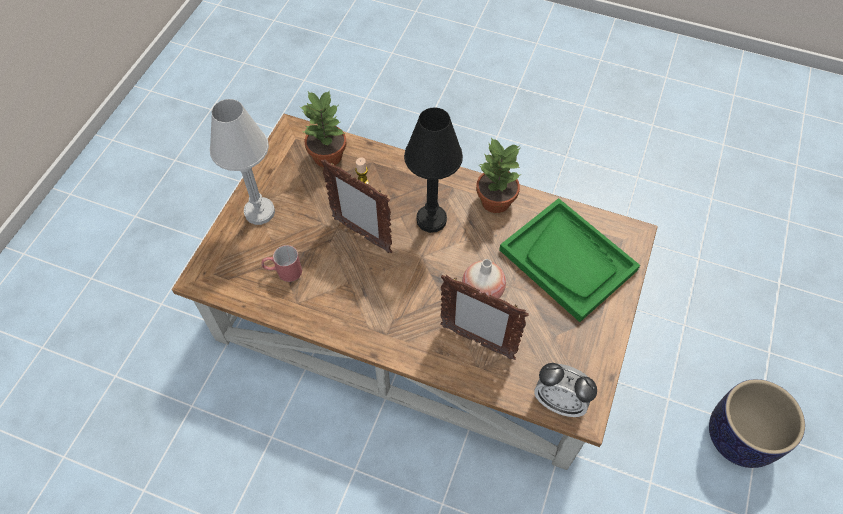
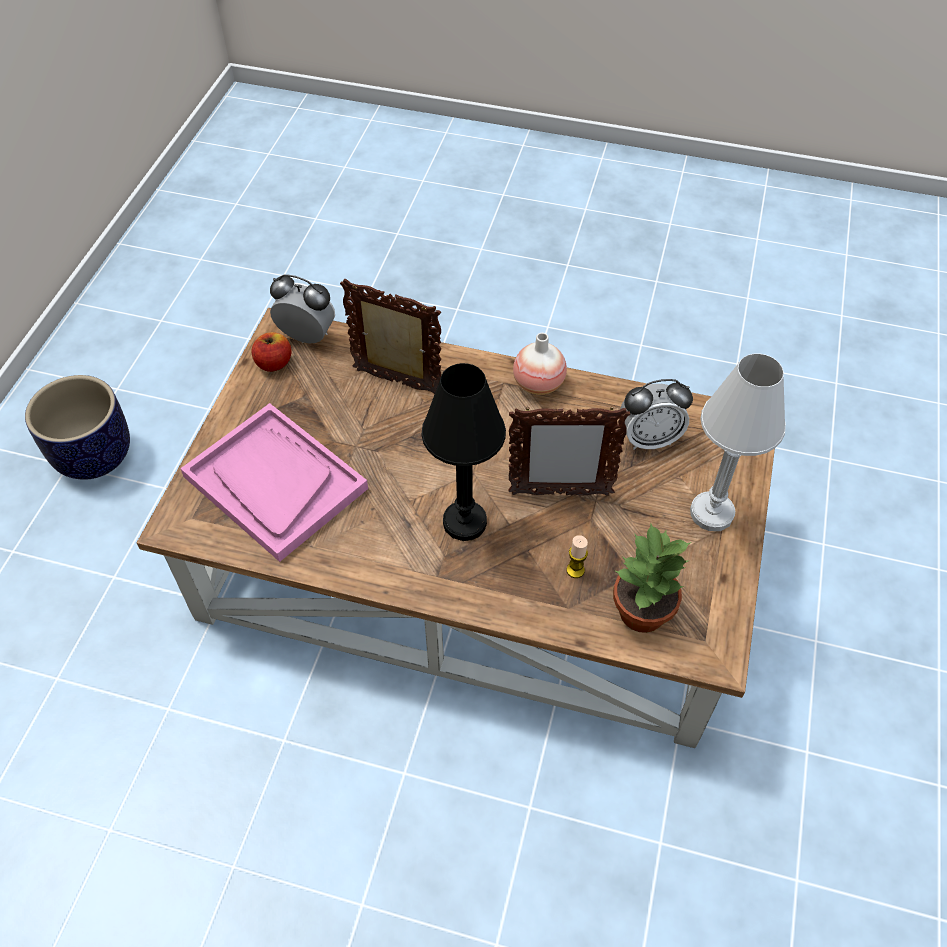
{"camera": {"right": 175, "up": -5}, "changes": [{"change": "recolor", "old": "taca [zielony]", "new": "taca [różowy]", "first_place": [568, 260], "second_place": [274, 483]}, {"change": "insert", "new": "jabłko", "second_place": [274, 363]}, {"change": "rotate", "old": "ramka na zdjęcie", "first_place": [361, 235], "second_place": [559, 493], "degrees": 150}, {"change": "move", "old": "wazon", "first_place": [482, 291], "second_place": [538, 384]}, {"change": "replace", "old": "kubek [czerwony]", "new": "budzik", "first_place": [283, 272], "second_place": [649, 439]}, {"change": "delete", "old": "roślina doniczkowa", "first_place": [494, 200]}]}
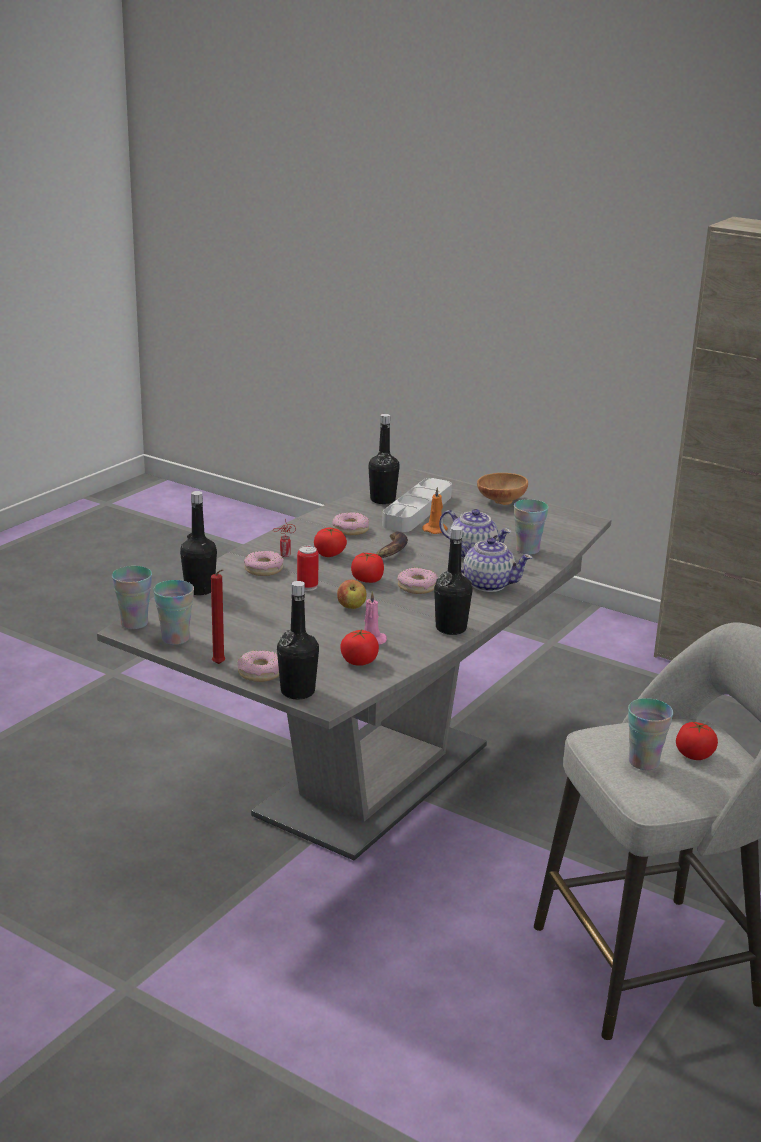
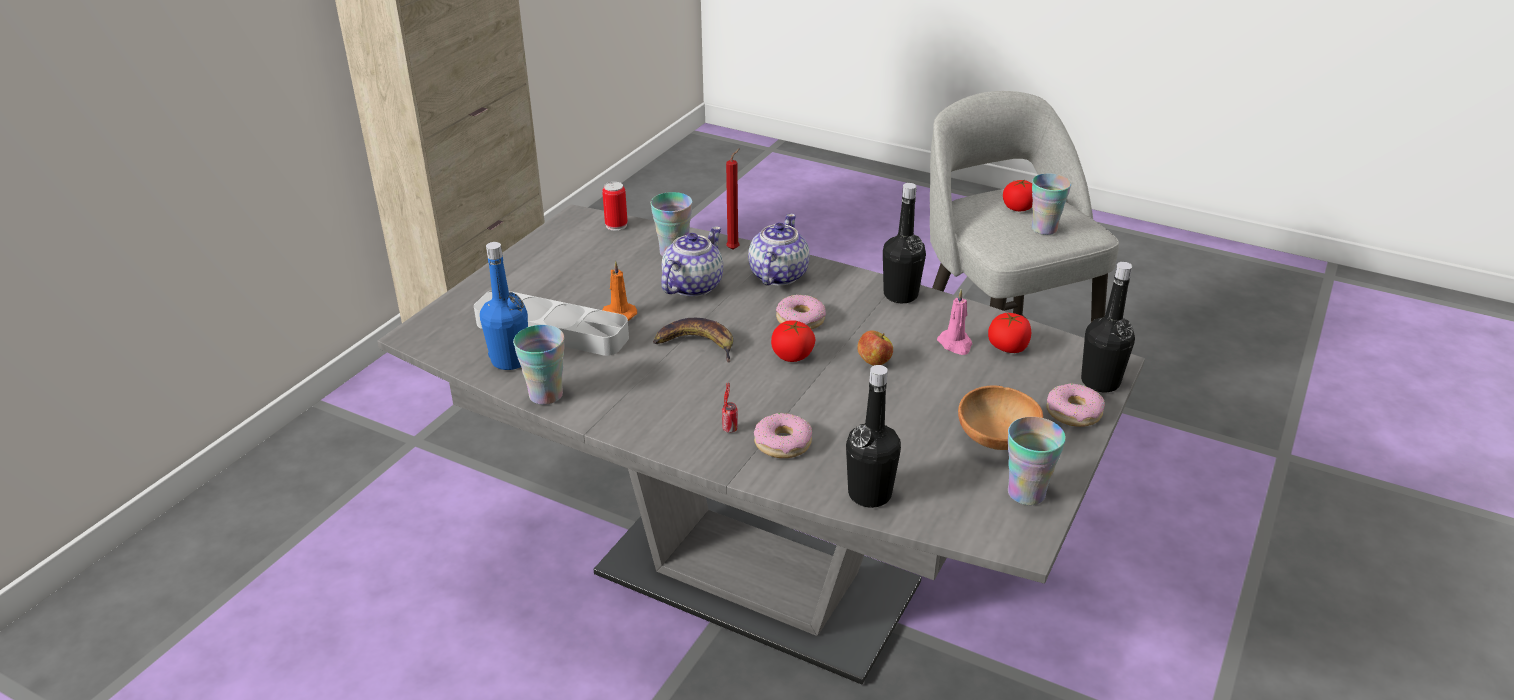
{"camera": {"right": -95, "up": 10}, "changes": [{"change": "recolor", "old": "butelka [czarny]", "new": "butelka [niebieski]", "first_place": [382, 500], "second_place": [510, 360]}, {"change": "move", "old": "filiżanka", "first_place": [134, 623], "second_place": [546, 395]}, {"change": "move", "old": "puszka", "first_place": [307, 586], "second_place": [616, 225]}, {"change": "move", "old": "świeca [czerwony]", "first_place": [220, 665], "second_place": [734, 249]}, {"change": "move", "old": "miska [brązowy]", "first_place": [500, 501], "second_place": [996, 441]}, {"change": "delete", "old": "pomidor", "first_place": [329, 554]}, {"change": "delete", "old": "donut", "first_place": [351, 529]}]}
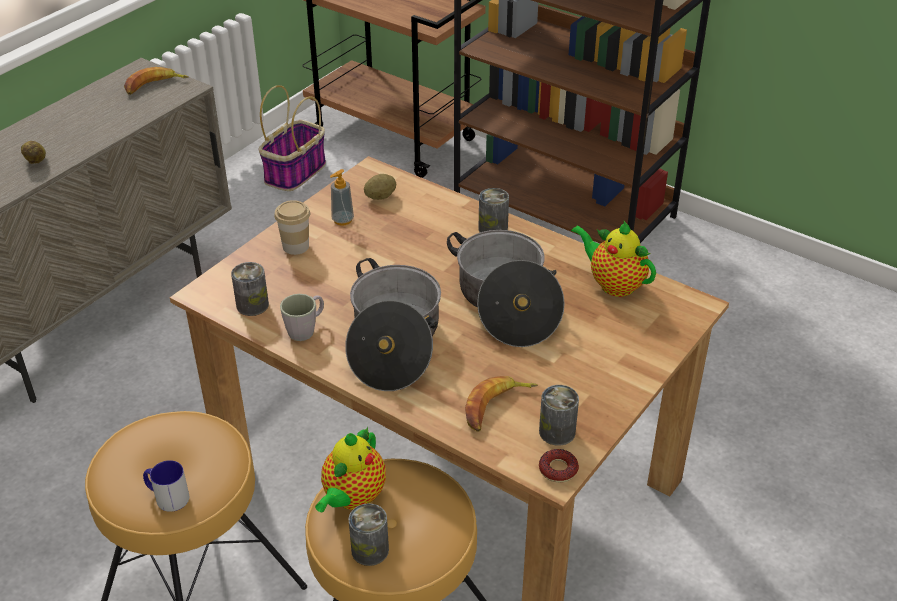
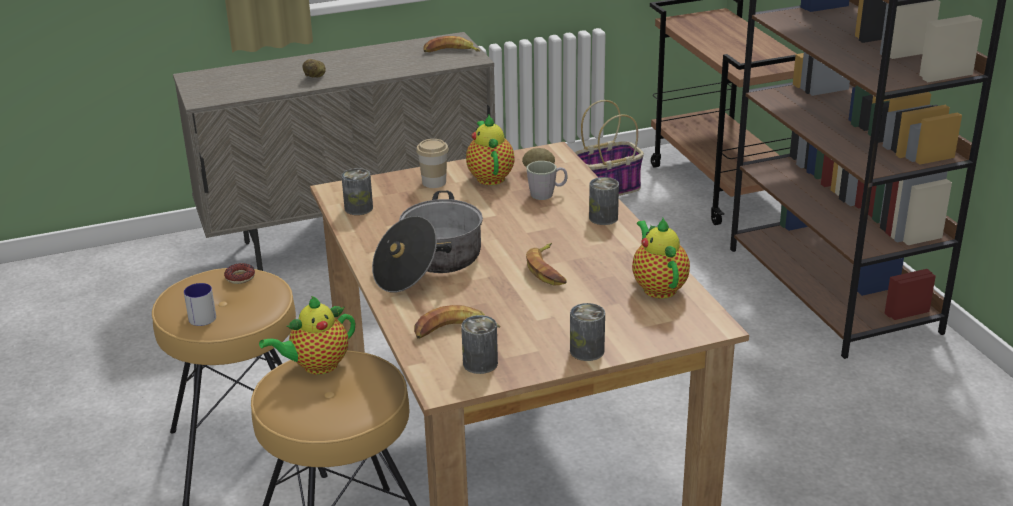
{"camera": {"right": 35, "up": -10}, "changes": [{"change": "move", "old": "donut", "first_place": [558, 469], "second_place": [240, 277]}, {"change": "replace", "old": "dozownik mydła", "new": "imbryk", "first_place": [342, 220], "second_place": [490, 176]}, {"change": "replace", "old": "garnek", "new": "banan", "first_place": [506, 304], "second_place": [548, 270]}, {"change": "move", "old": "kubek [szary]", "first_place": [306, 329], "second_place": [547, 194]}, {"change": "move", "old": "puszka", "first_place": [370, 550], "second_place": [587, 351]}]}
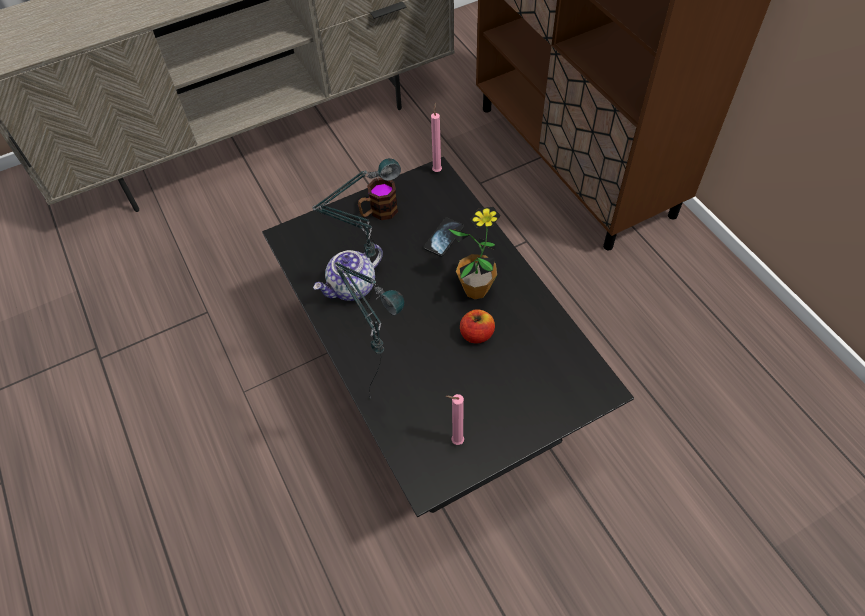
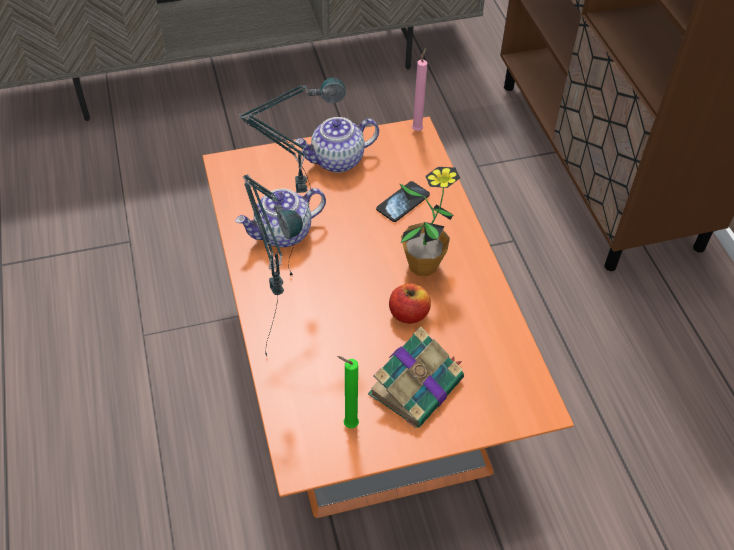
{"camera": {"right": 10, "up": -5}, "changes": [{"change": "recolor", "old": "ława [czarny]", "new": "ława [pomarańczowy]", "first_place": [437, 378], "second_place": [366, 369]}, {"change": "replace", "old": "kubek", "new": "imbryk", "first_place": [378, 212], "second_place": [337, 161]}, {"change": "recolor", "old": "świeca [różowy]", "new": "świeca [zielony]", "first_place": [455, 441], "second_place": [348, 424]}, {"change": "insert", "new": "książka", "second_place": [417, 385]}]}
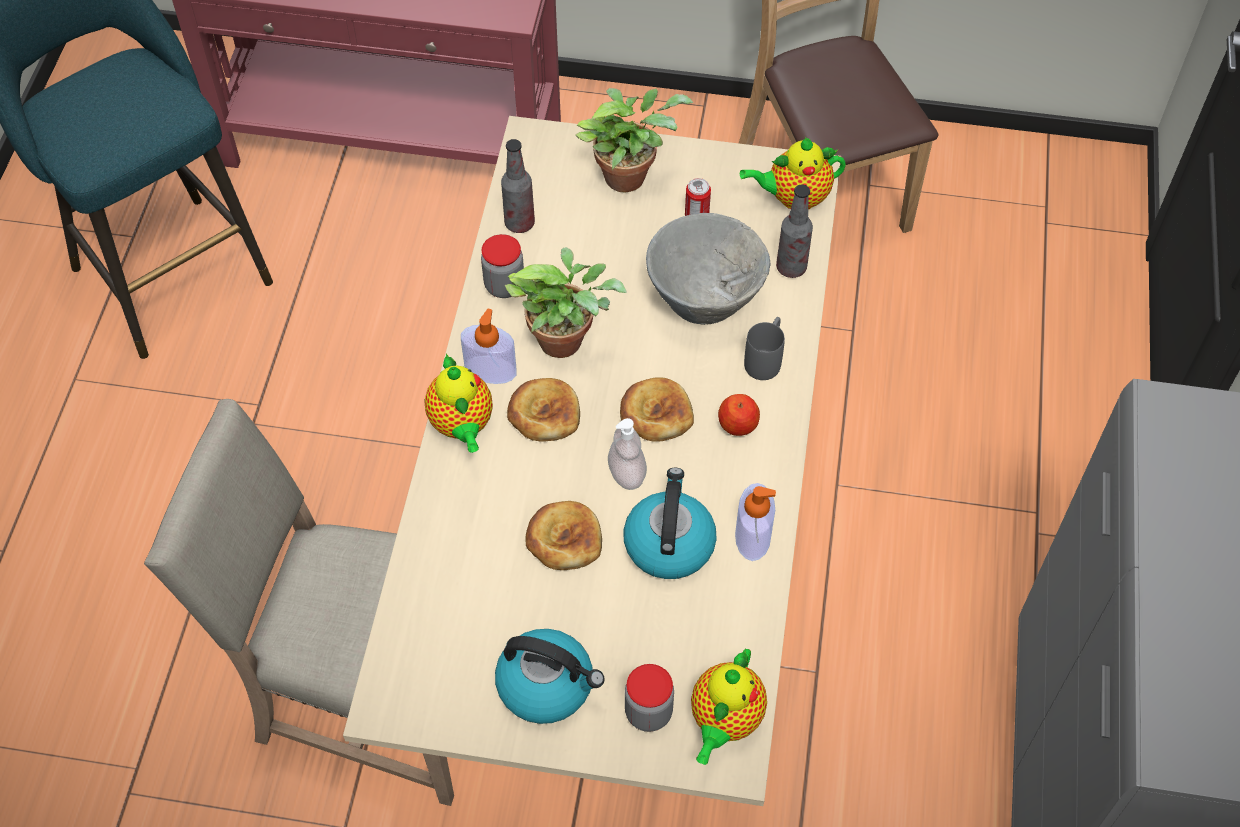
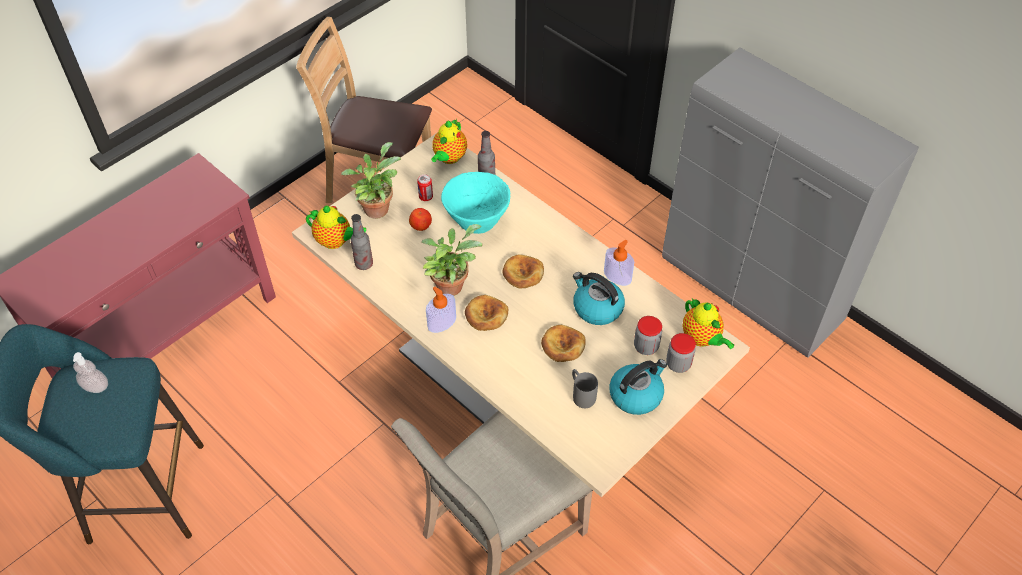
{"camera": {"right": -55, "up": -5}, "changes": [{"change": "move", "old": "dozownik mydła", "first_place": [627, 473], "second_place": [95, 386]}, {"change": "move", "old": "imbryk", "first_place": [462, 426], "second_place": [336, 241]}, {"change": "move", "old": "jabłko", "first_place": [738, 424], "second_place": [421, 225]}, {"change": "recolor", "old": "miska [szary]", "new": "miska [turkusowy]", "first_place": [705, 301], "second_place": [476, 221]}, {"change": "move", "old": "kubek [szary]", "first_place": [765, 359], "second_place": [581, 394]}, {"change": "move", "old": "słoik", "first_place": [504, 285], "second_place": [646, 346]}]}
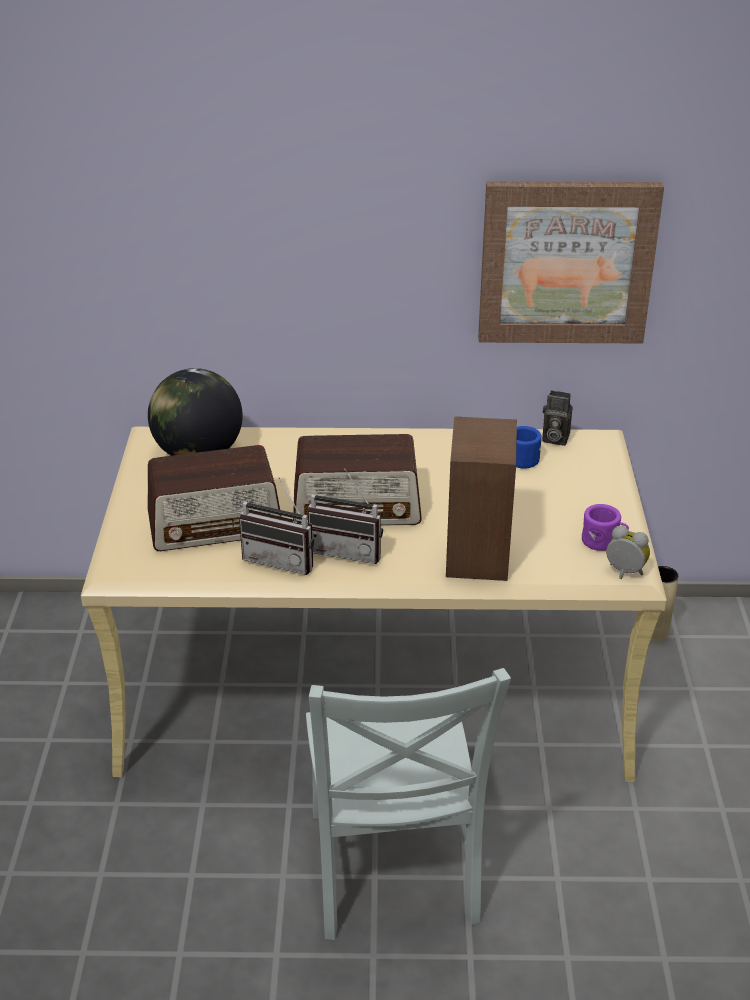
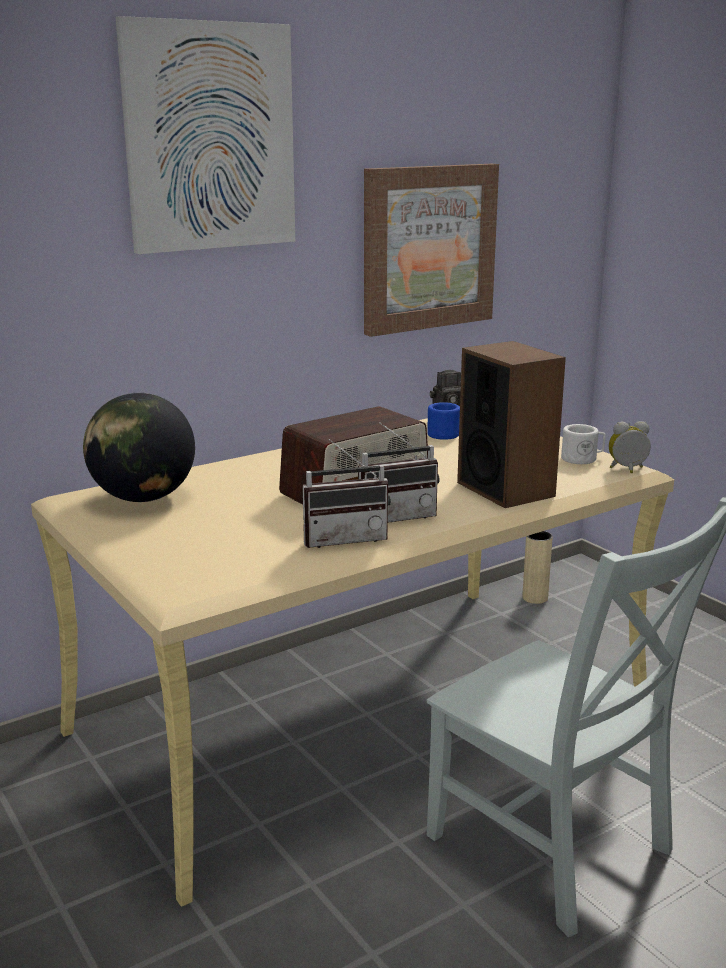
{"camera": {"right": -35, "up": -15}, "changes": [{"change": "insert", "new": "obraz", "second_place": [209, 138]}, {"change": "recolor", "old": "kubek [fioletowy]", "new": "kubek [biały]", "first_place": [604, 542], "second_place": [582, 459]}, {"change": "delete", "old": "radio", "first_place": [216, 524]}]}
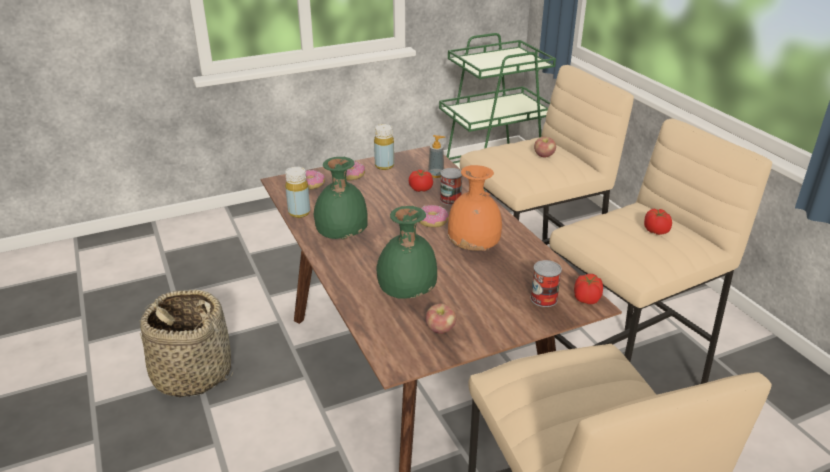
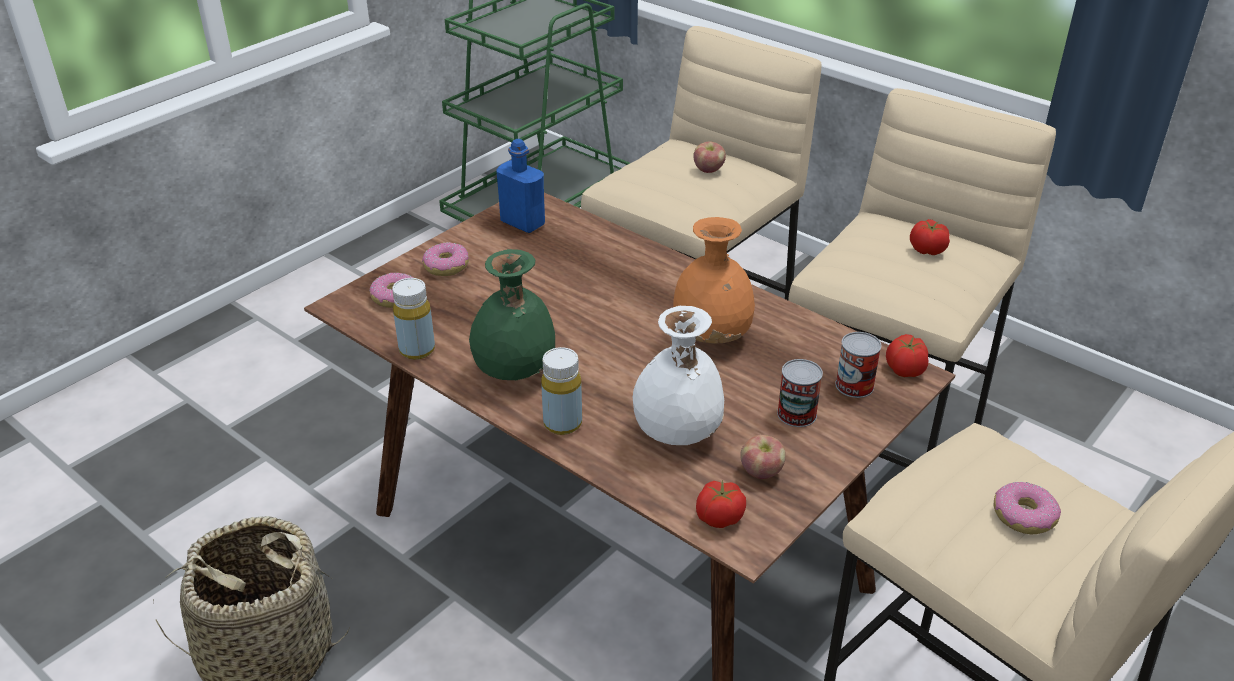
{"camera": {"right": -25, "up": 5}, "changes": [{"change": "insert", "new": "butelka [niebieski]", "second_place": [522, 223]}, {"change": "move", "old": "butelka [żółty]", "first_place": [384, 166], "second_place": [562, 423]}, {"change": "recolor", "old": "wazon [zielony]", "new": "wazon [biały]", "first_place": [406, 294], "second_place": [676, 434]}, {"change": "move", "old": "pomidor", "first_place": [420, 189], "second_place": [719, 518]}, {"change": "move", "old": "puszka", "first_place": [450, 199], "second_place": [796, 414]}, {"change": "move", "old": "donut", "first_place": [432, 221], "second_place": [1023, 516]}, {"change": "delete", "old": "dozownik mydła", "first_place": [436, 175]}]}
